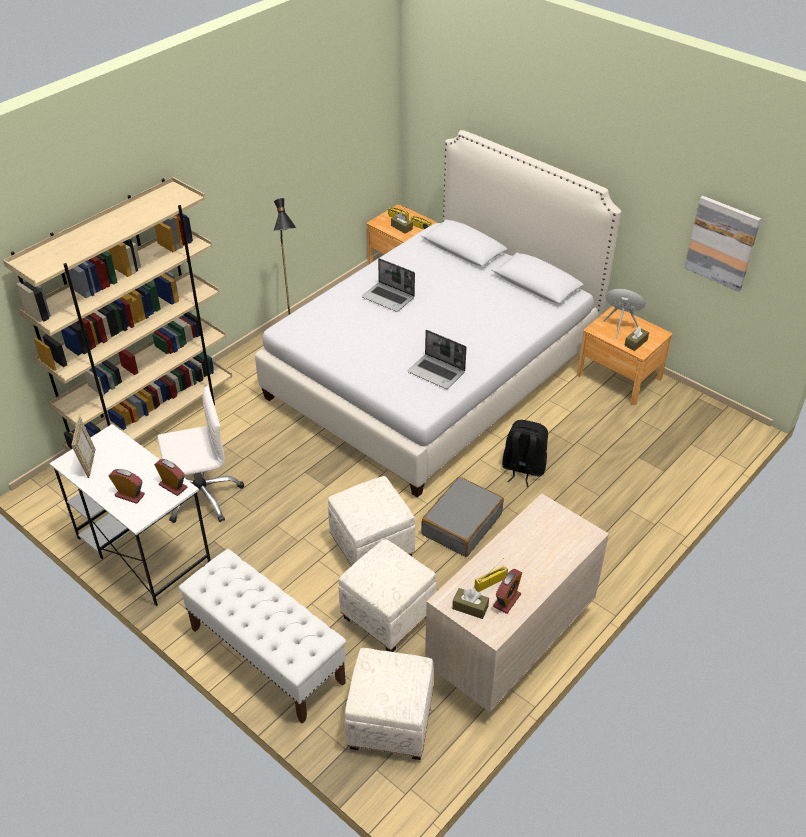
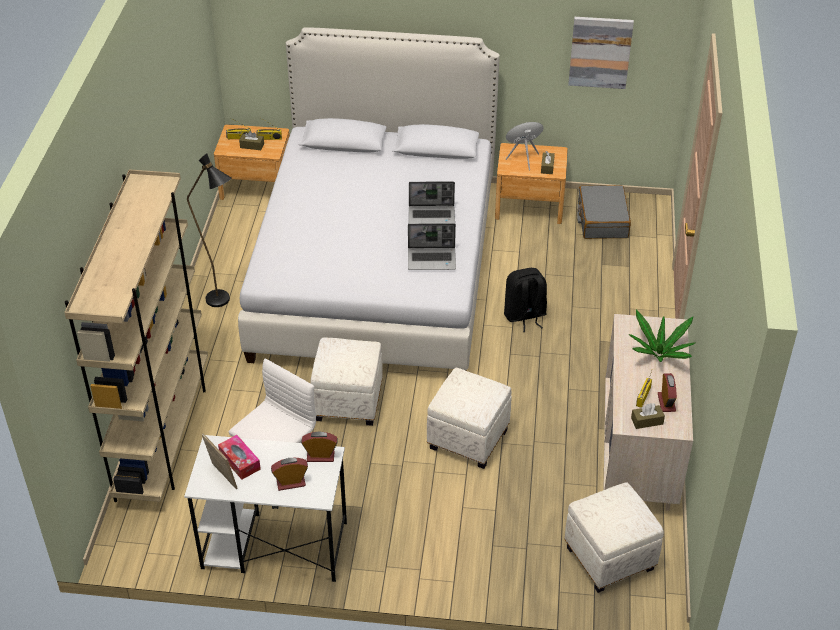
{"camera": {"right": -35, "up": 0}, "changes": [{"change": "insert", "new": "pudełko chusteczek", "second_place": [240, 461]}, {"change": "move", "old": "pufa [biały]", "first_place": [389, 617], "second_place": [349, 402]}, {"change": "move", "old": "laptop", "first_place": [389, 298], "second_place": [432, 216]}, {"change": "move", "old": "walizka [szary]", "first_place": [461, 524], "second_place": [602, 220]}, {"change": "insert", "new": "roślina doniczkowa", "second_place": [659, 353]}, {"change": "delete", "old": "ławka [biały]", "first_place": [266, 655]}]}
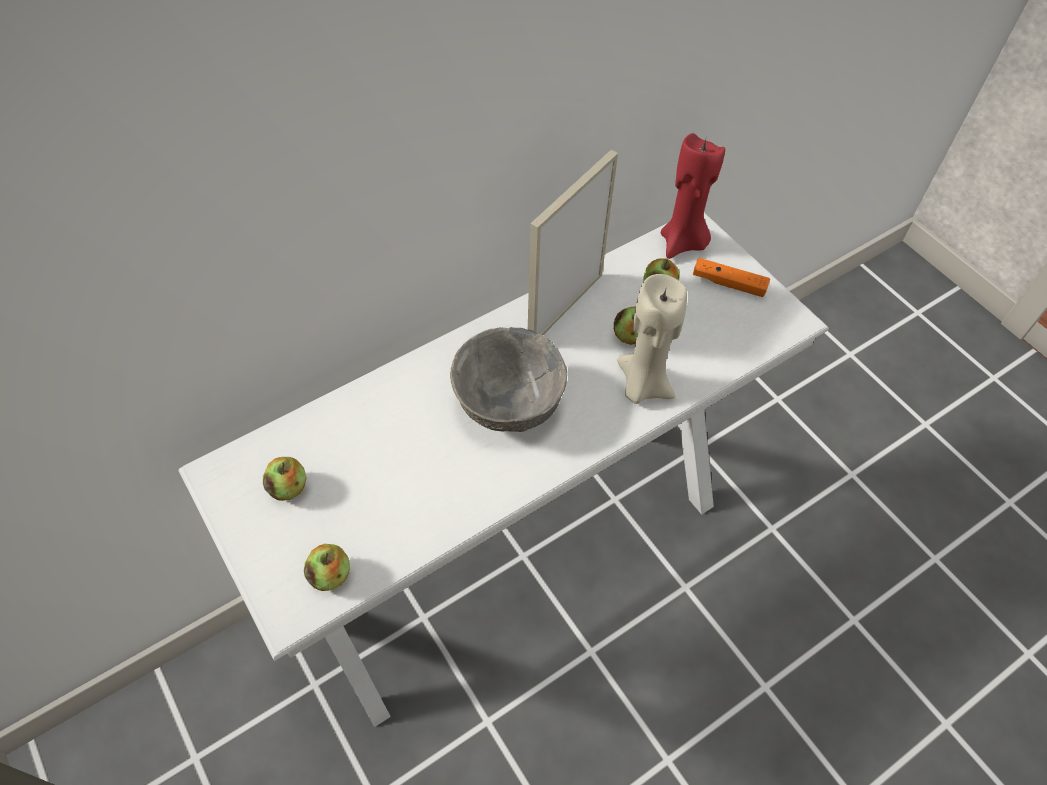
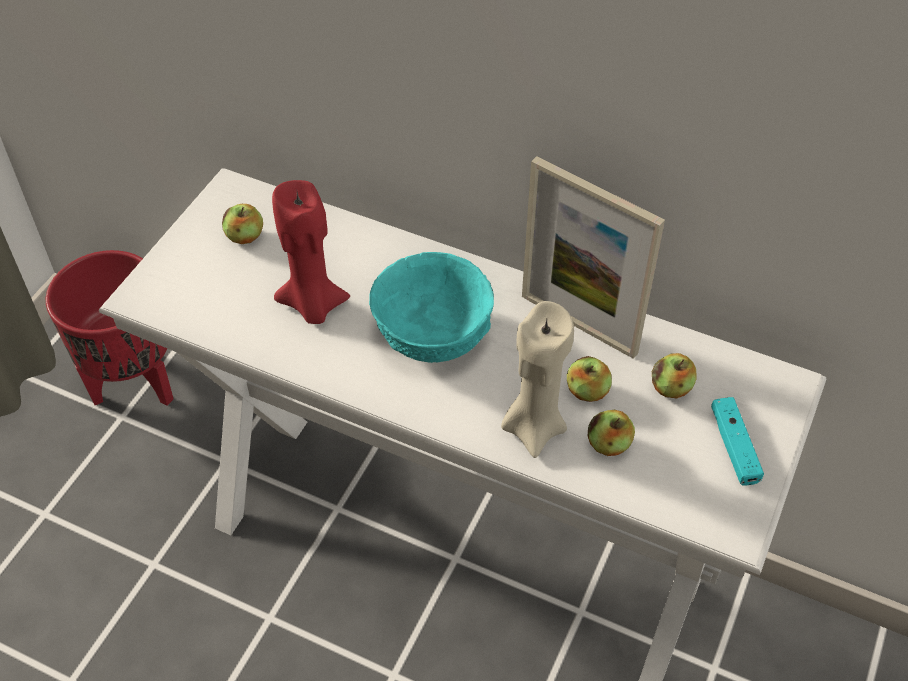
{"camera": {"right": 60, "up": -5}, "changes": [{"change": "insert", "new": "donica [czerwony]", "second_place": [136, 385]}, {"change": "move", "old": "świeca [czerwony]", "first_place": [683, 243], "second_place": [313, 306]}, {"change": "recolor", "old": "miska [szary]", "new": "miska [turkusowy]", "first_place": [508, 401], "second_place": [434, 333]}, {"change": "rotate", "old": "ramka na zdjęcie", "first_place": [565, 307], "second_place": [578, 324], "degrees": -150}, {"change": "move", "old": "jabłko", "first_place": [330, 575], "second_place": [608, 445]}, {"change": "recolor", "old": "pad do gier [pomarańczowy]", "new": "pad do gier [turkusowy]", "first_place": [728, 283], "second_place": [734, 446]}]}
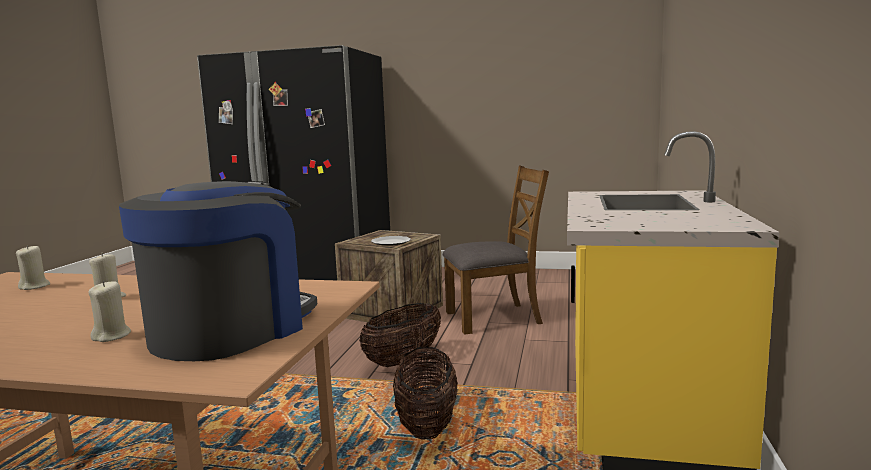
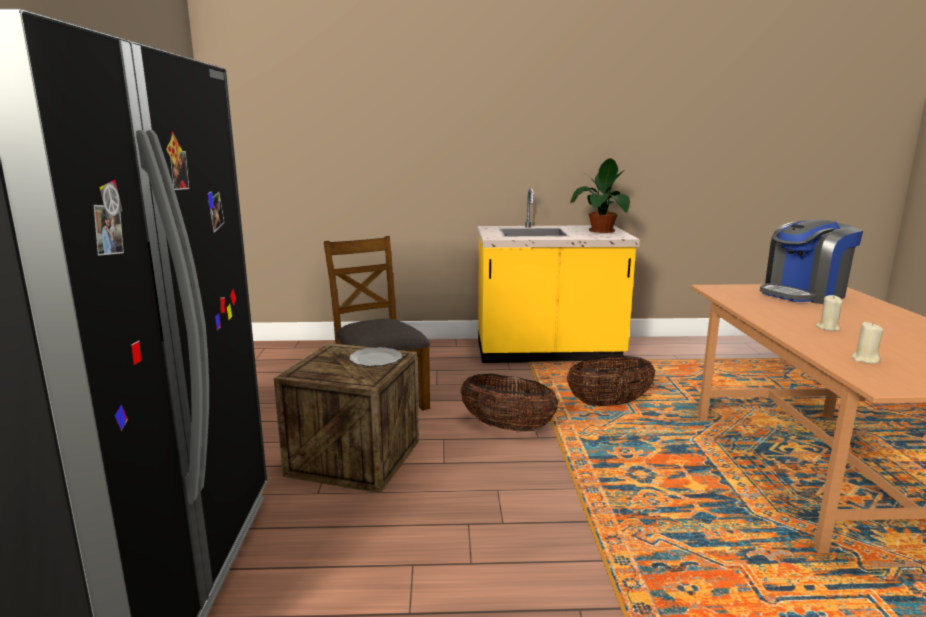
{"camera": {"right": -105, "up": 5}, "changes": [{"change": "insert", "new": "roślina doniczkowa", "second_place": [601, 231]}, {"change": "rotate", "old": "ekspres do kawy", "first_place": [231, 330], "second_place": [803, 294], "degrees": -45}, {"change": "delete", "old": "świeca [beżowy]", "first_place": [112, 336]}]}
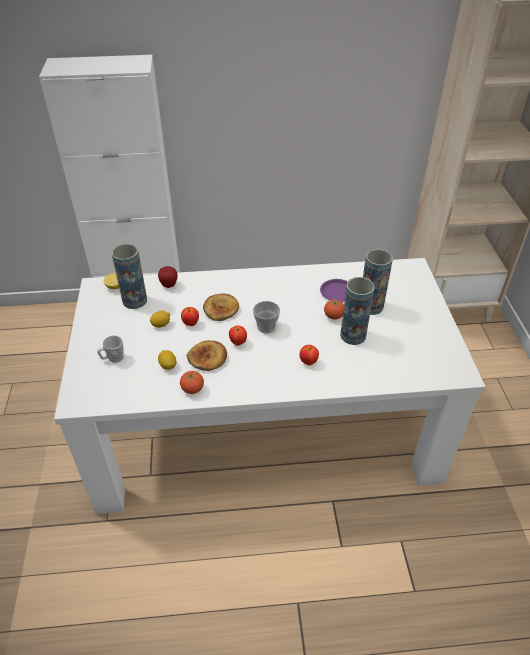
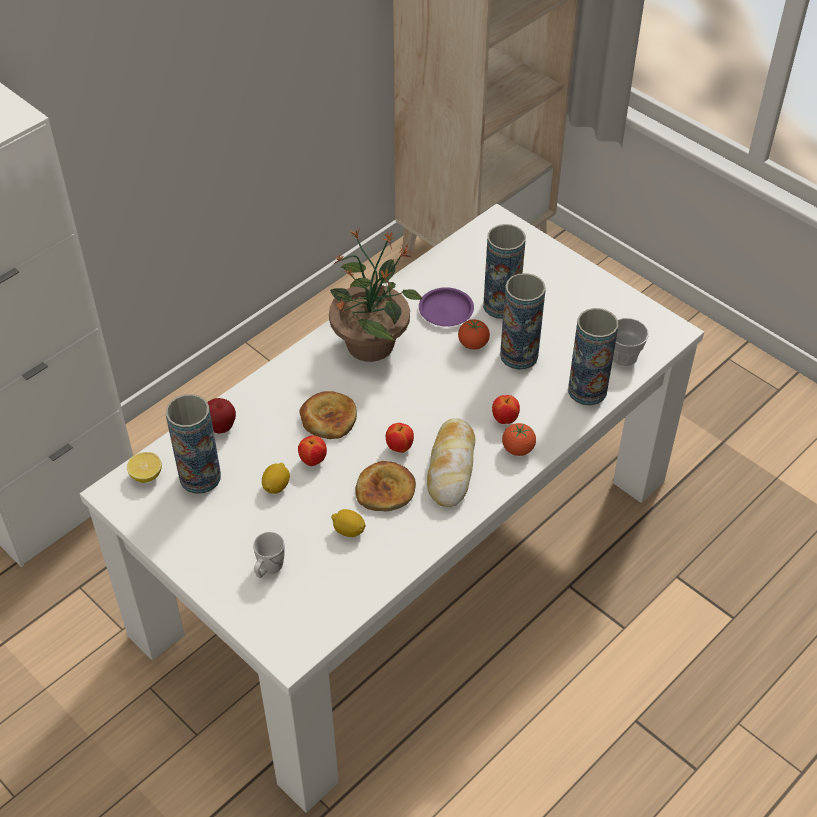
{"camera": {"right": -40, "up": 5}, "changes": [{"change": "insert", "new": "roślina doniczkowa", "second_place": [371, 343]}, {"change": "insert", "new": "chleb", "second_place": [451, 467]}, {"change": "move", "old": "pomidor", "first_place": [192, 389], "second_place": [518, 449]}, {"change": "insert", "new": "wazon", "second_place": [587, 390]}, {"change": "move", "old": "filiżanka", "first_place": [266, 327], "second_place": [624, 356]}]}
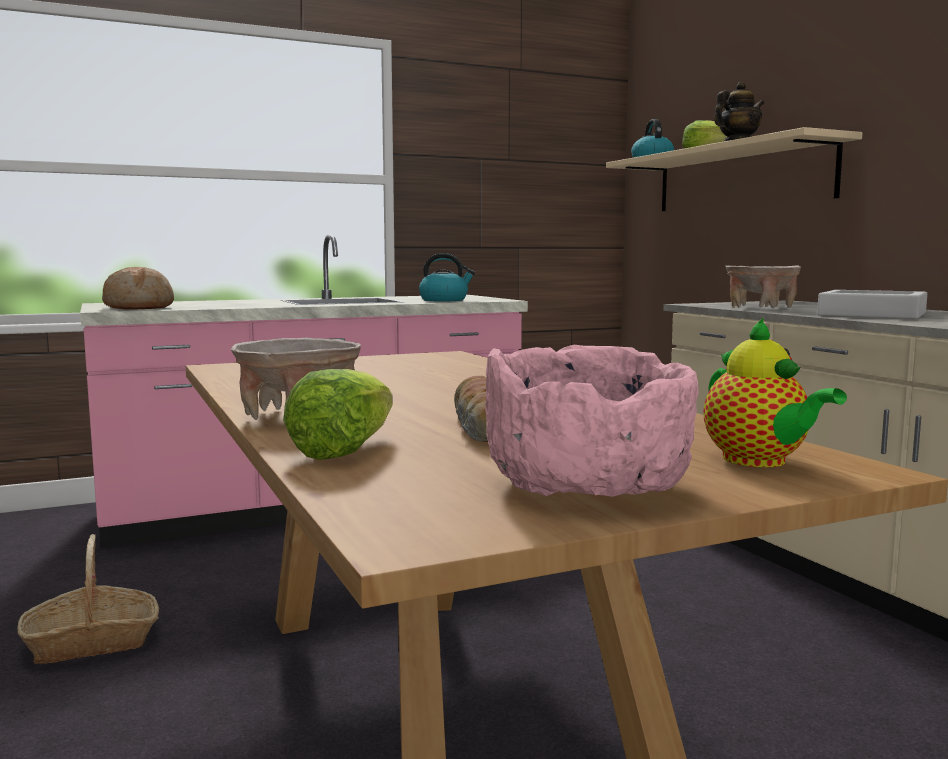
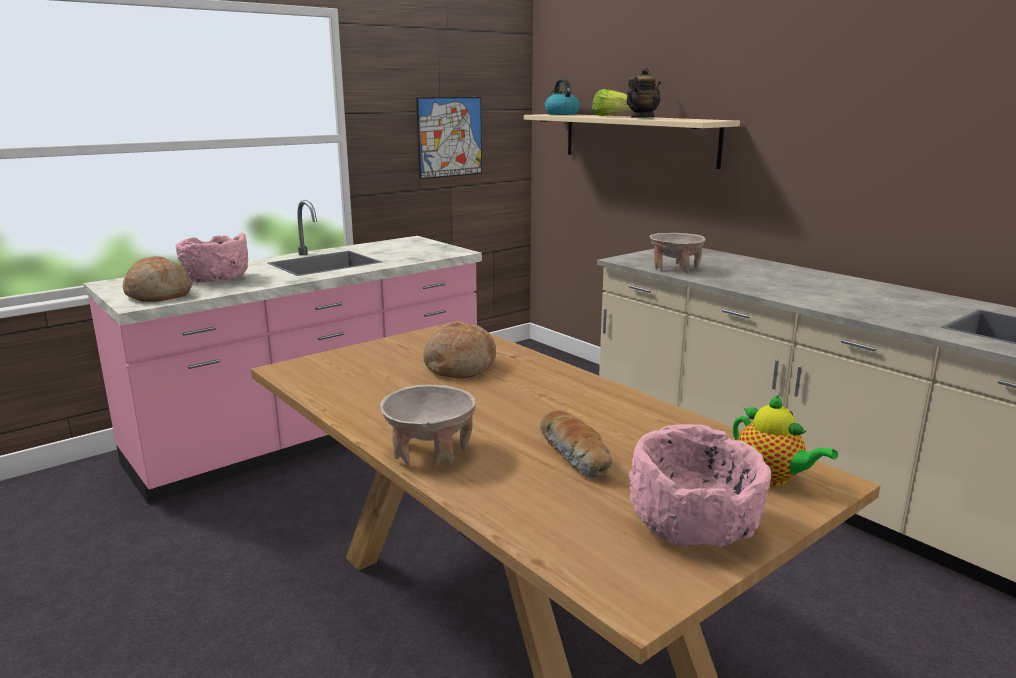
{"camera": {"right": -15, "up": 10}, "changes": [{"change": "insert", "new": "miska [różowy]", "second_place": [215, 279]}, {"change": "insert", "new": "obraz", "second_place": [449, 137]}, {"change": "insert", "new": "chleb", "second_place": [459, 366]}, {"change": "delete", "old": "koszyk", "first_place": [92, 642]}, {"change": "delete", "old": "sałata", "first_place": [344, 450]}, {"change": "delete", "old": "czajnik", "first_place": [444, 300]}, {"change": "delete", "old": "taca [szary]", "first_place": [872, 314]}]}
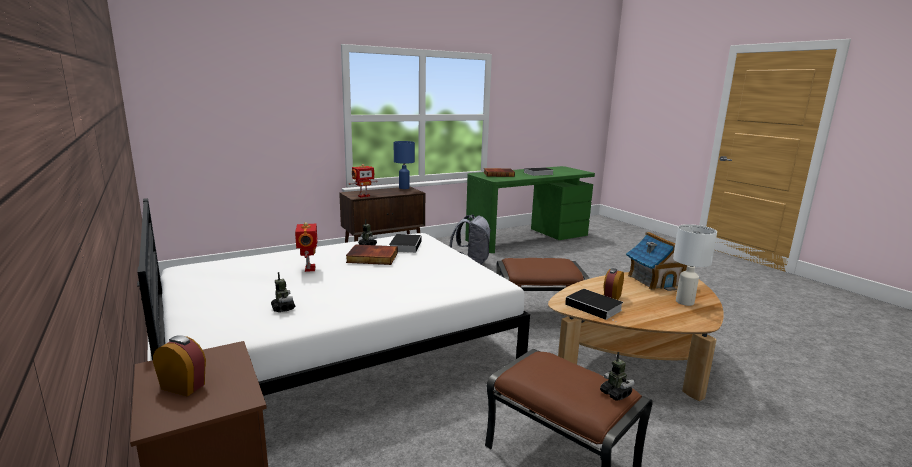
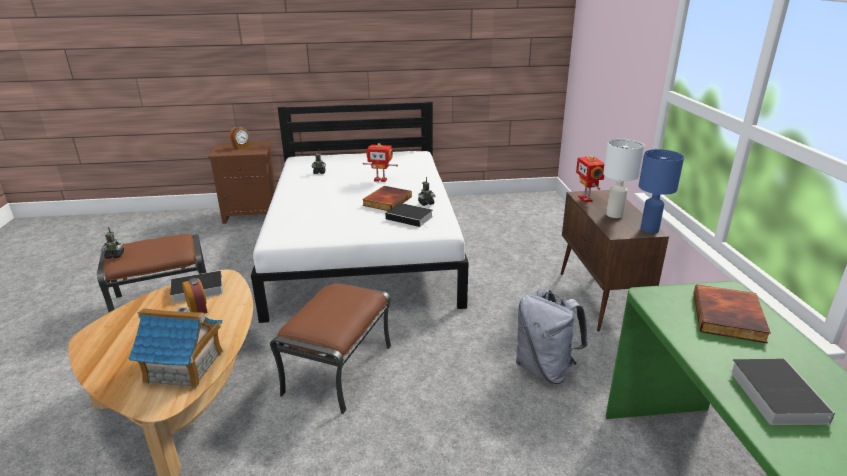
{"camera": {"right": 115, "up": 10}, "changes": [{"change": "move", "old": "lampa stołowa [biały]", "first_place": [685, 302], "second_place": [614, 215]}]}
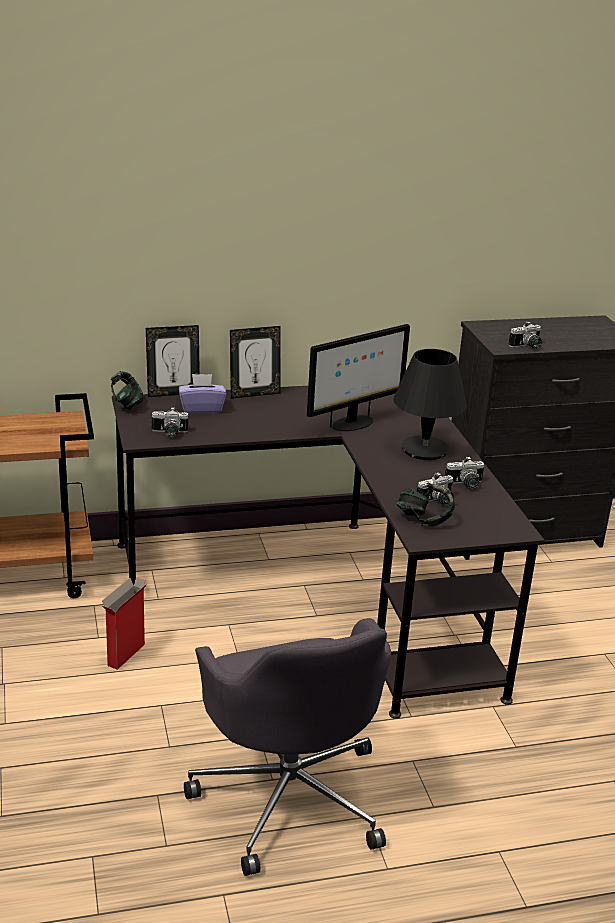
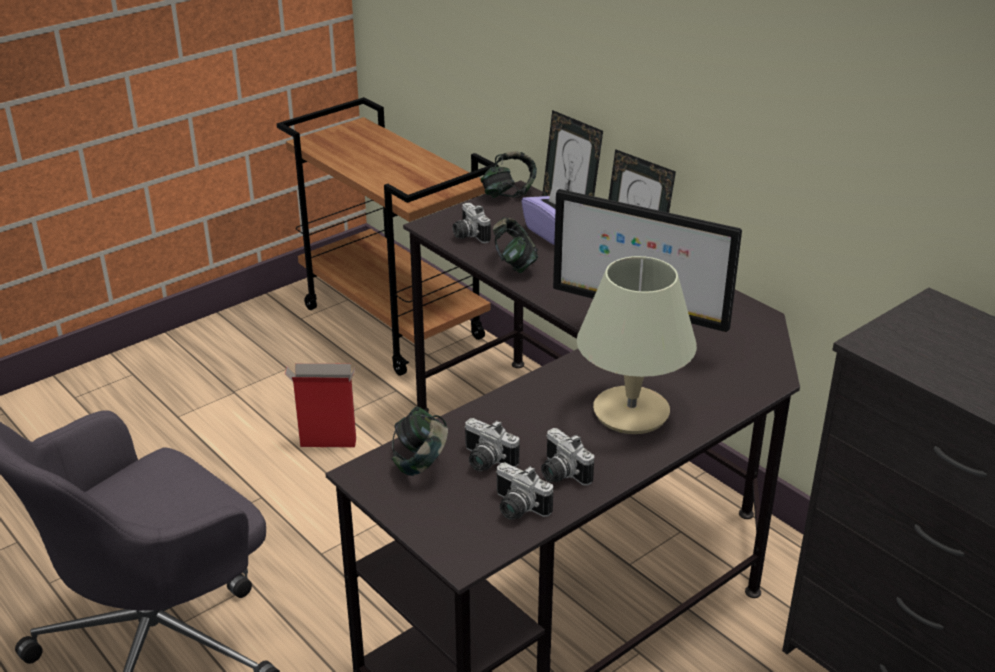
{"camera": {"right": 65, "up": 5}, "changes": [{"change": "insert", "new": "słuchawki", "second_place": [515, 264]}, {"change": "move", "old": "aparat fotograficzny", "first_place": [527, 346], "second_place": [516, 509]}, {"change": "recolor", "old": "lampa stołowa [czarny]", "new": "lampa stołowa [beżowy]", "first_place": [425, 449], "second_place": [631, 413]}]}
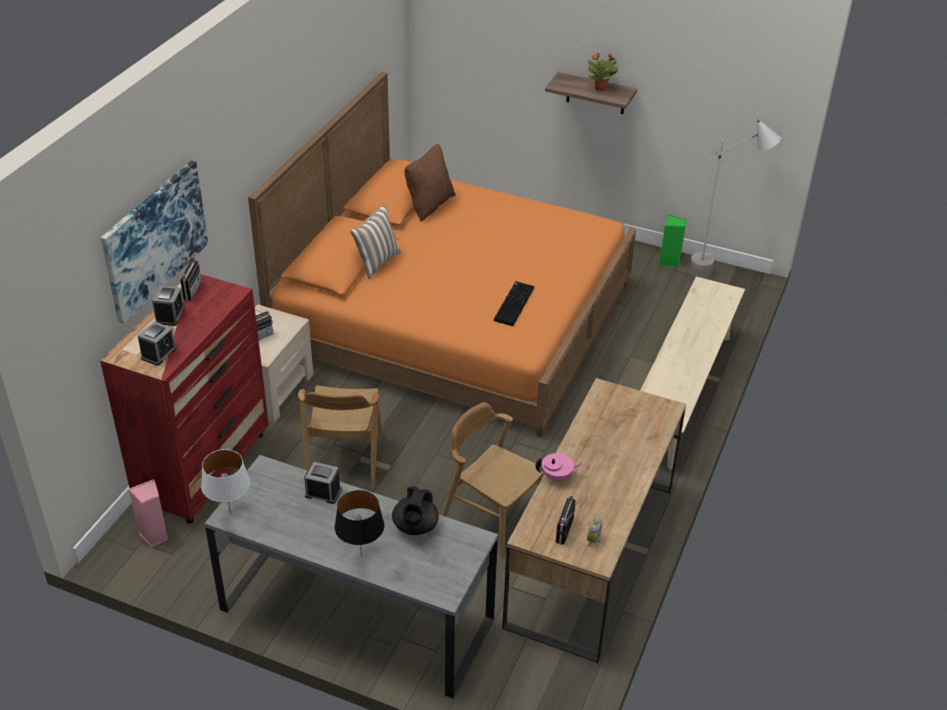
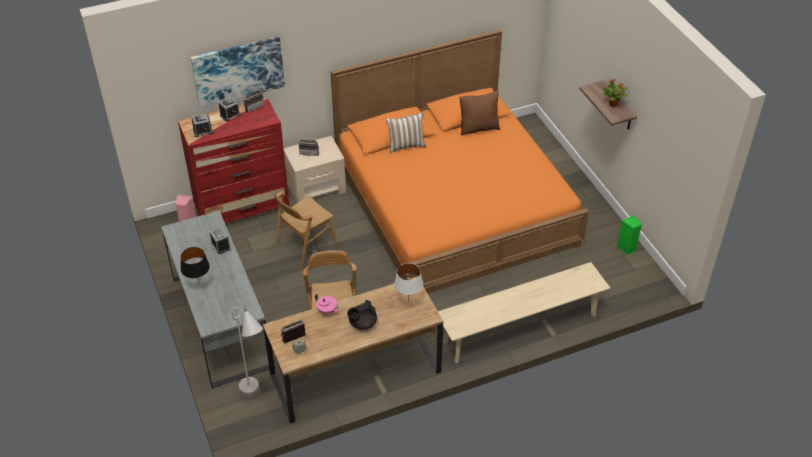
{"camera": {"right": 45, "up": 5}, "changes": [{"change": "move", "old": "lampa stojąca [szary]", "first_place": [719, 274], "second_place": [257, 404]}, {"change": "move", "old": "imbryk [czarny]", "first_place": [415, 527], "second_place": [362, 323]}, {"change": "move", "old": "lampa stołowa [biały]", "first_place": [230, 514], "second_place": [408, 301]}, {"change": "delete", "old": "klawiatura", "first_place": [513, 303]}]}
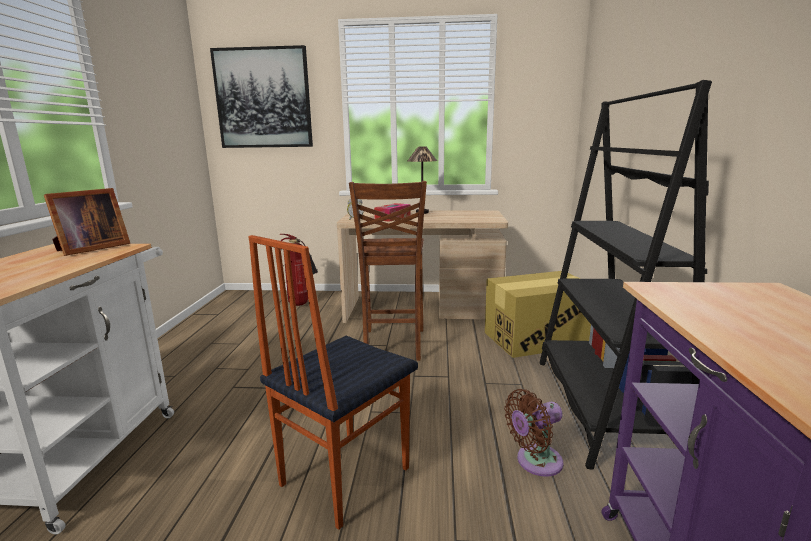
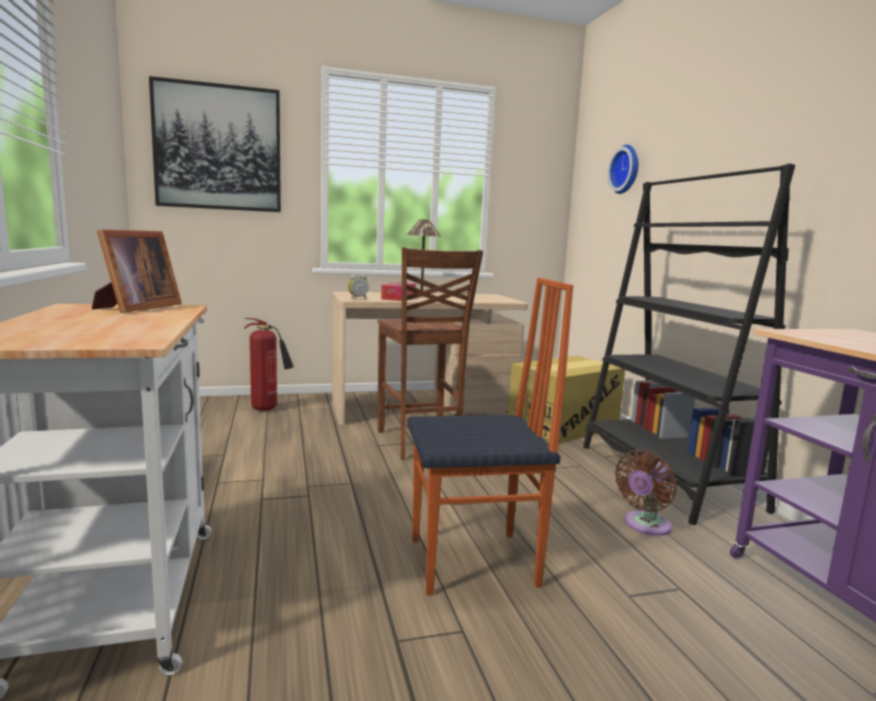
{"camera": {"right": -20, "up": -5}, "changes": [{"change": "rotate", "old": "krzesło", "first_place": [343, 476], "second_place": [475, 563], "degrees": -120}, {"change": "insert", "new": "zegar ścienny", "second_place": [627, 169]}]}
